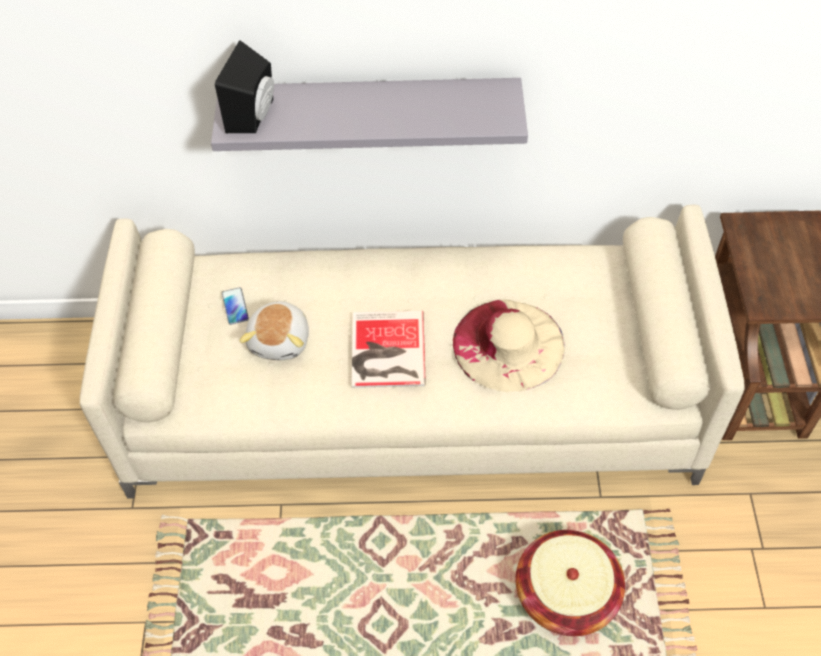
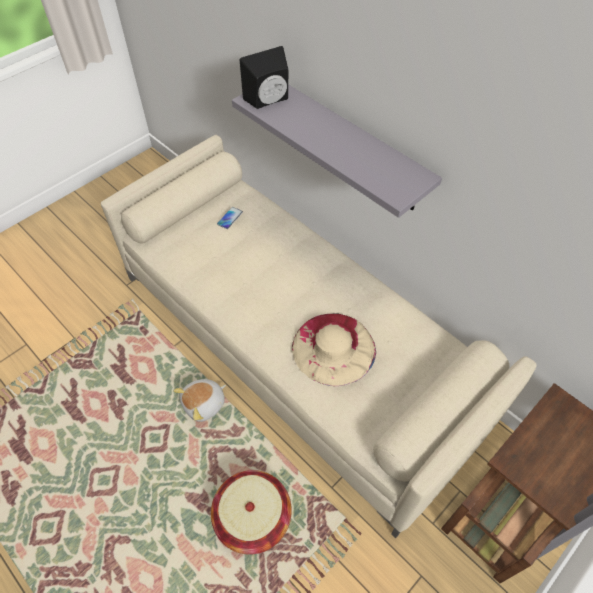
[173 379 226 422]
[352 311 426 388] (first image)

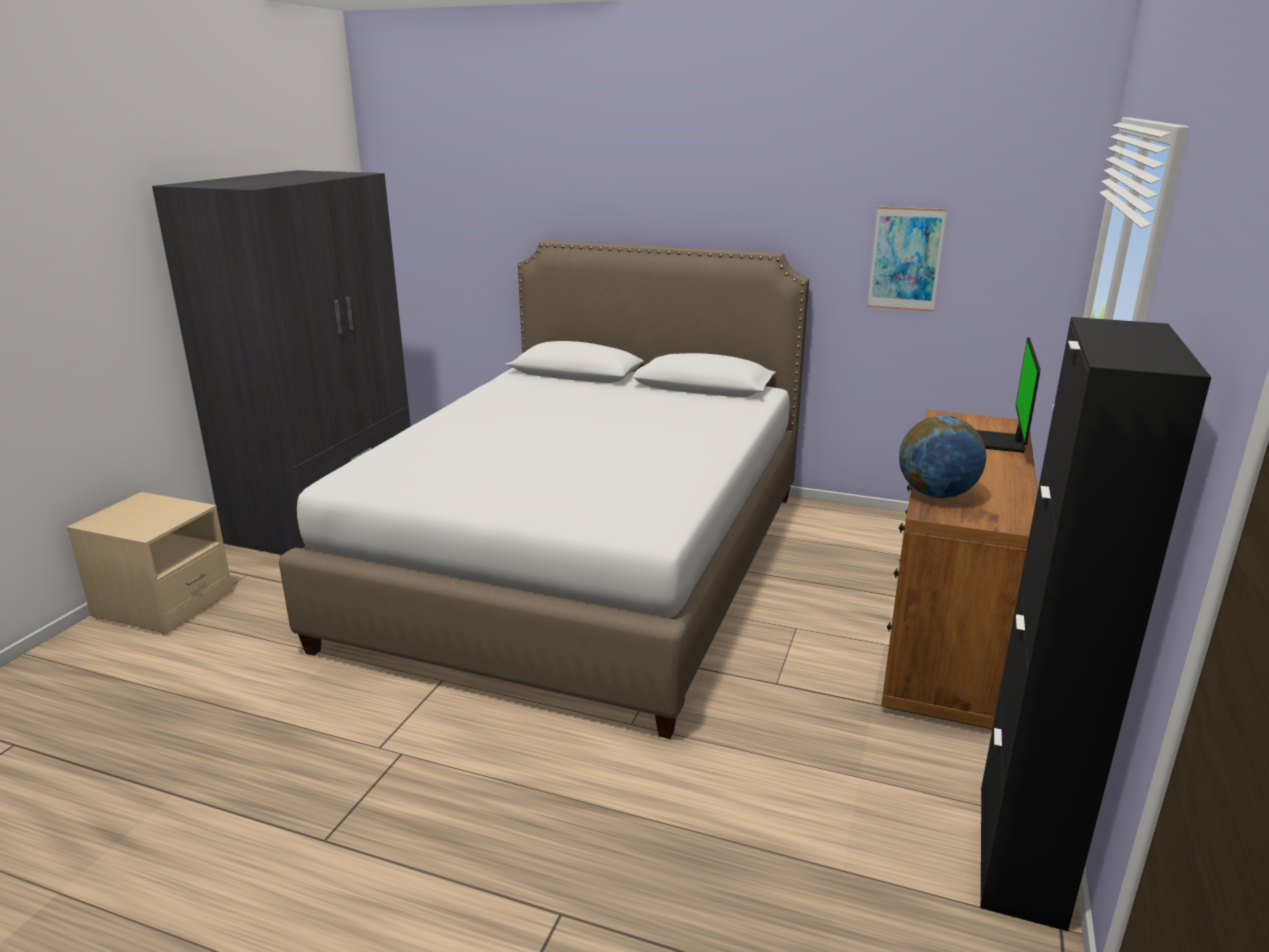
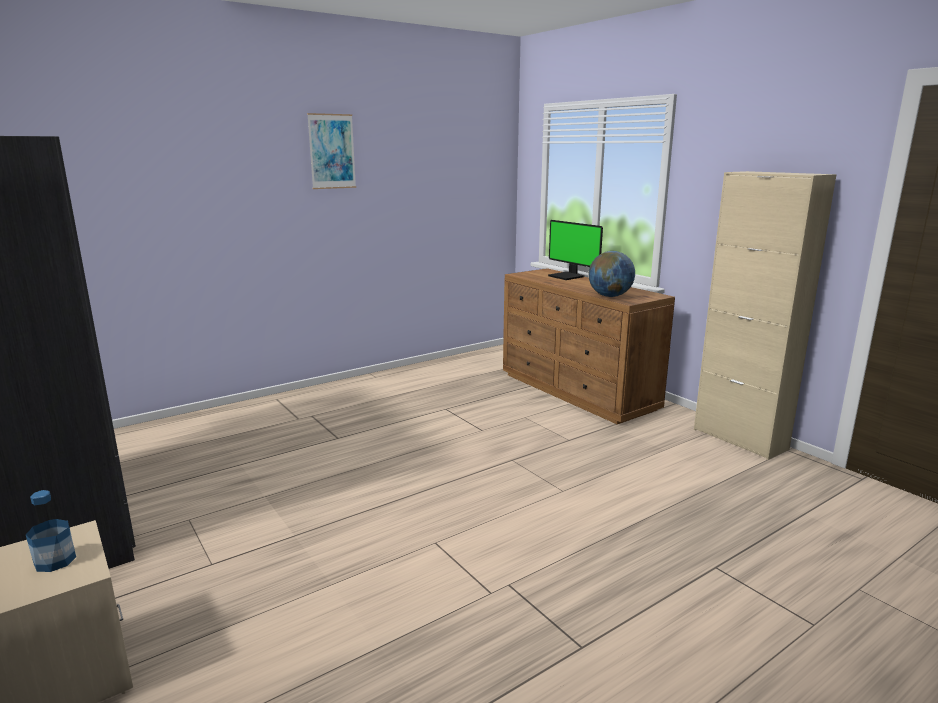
[26 490 76 572]
[307 113 356 189]
[694 171 837 460]
[279 240 809 739] (first image)

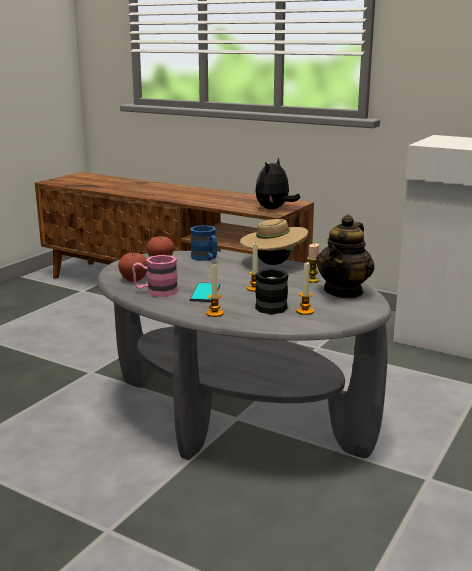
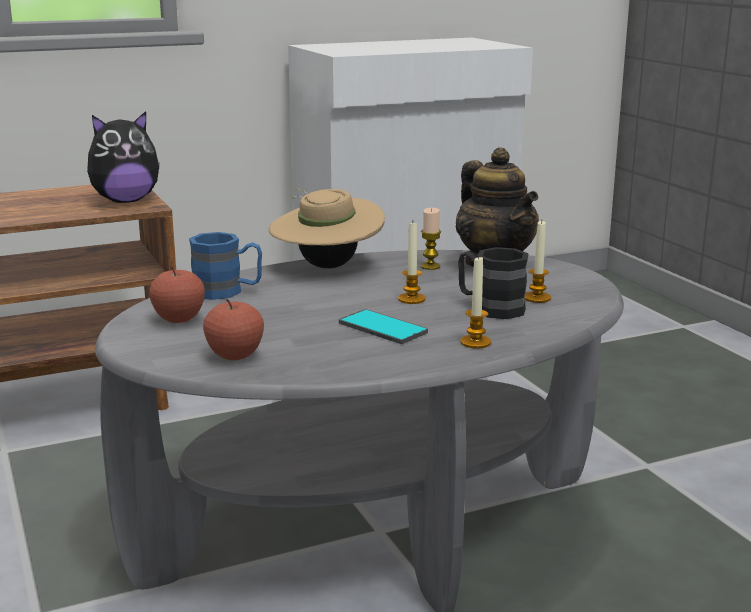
[87 111 160 203]
[132 255 178 297] (first image)

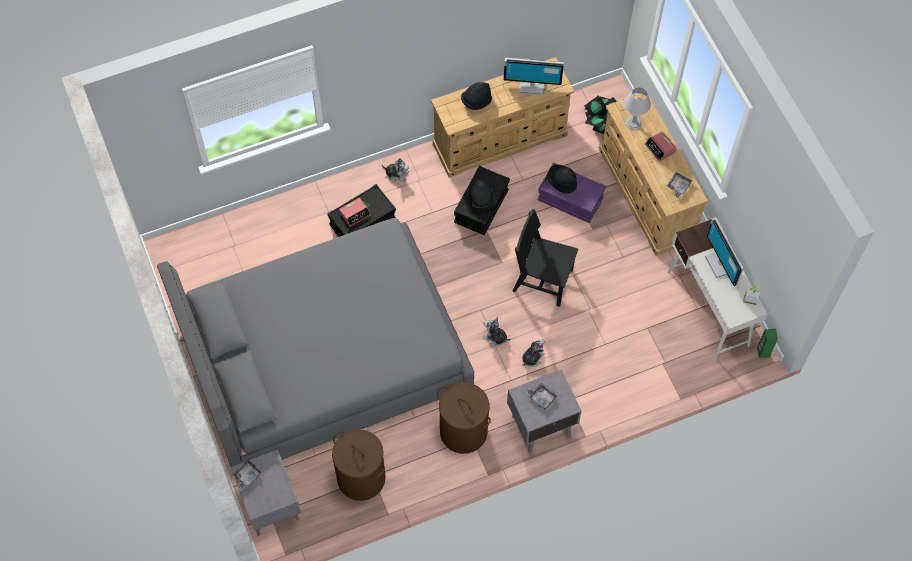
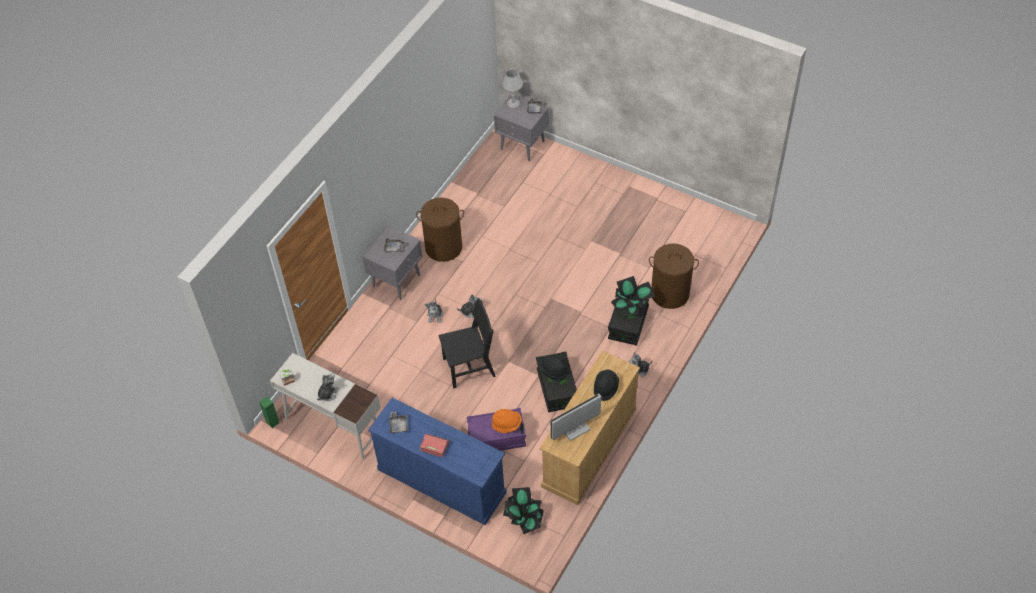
[317 373 339 401]
[368 398 507 525]
[492 409 522 433]
[502 69 523 108]
[611 276 655 315]
[649 244 699 309]
[157 218 474 467] (first image)

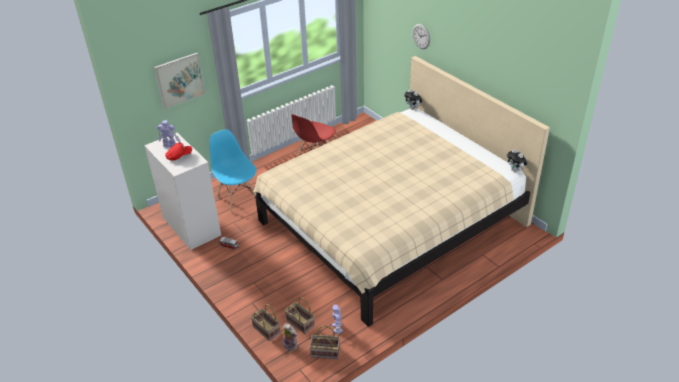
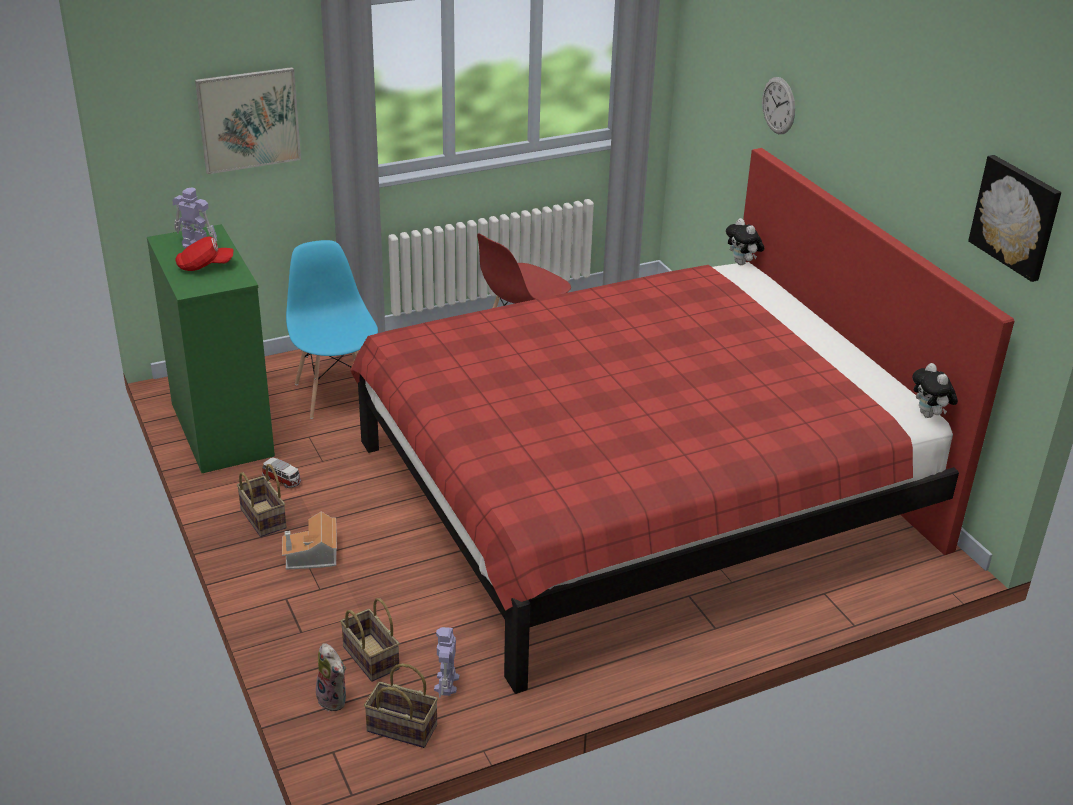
[147 224 275 473]
[237 464 287 537]
[282 512 337 570]
[350 148 1014 694]
[968 155 1062 282]

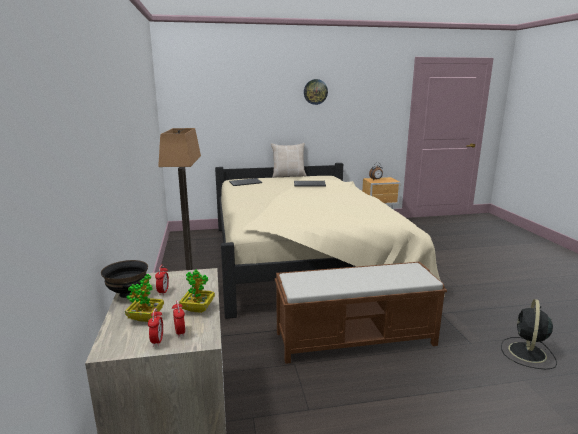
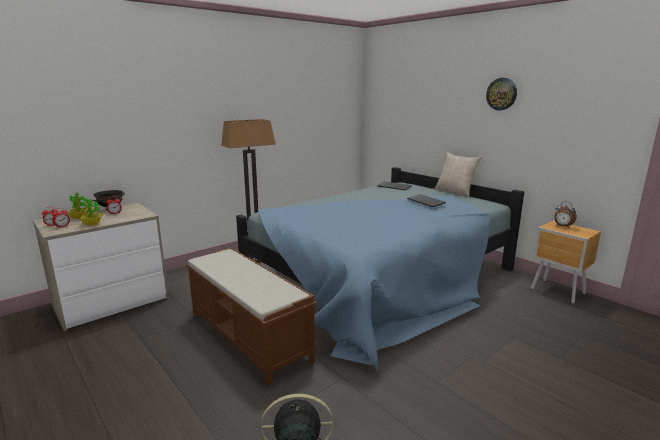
[236 167 524 370]

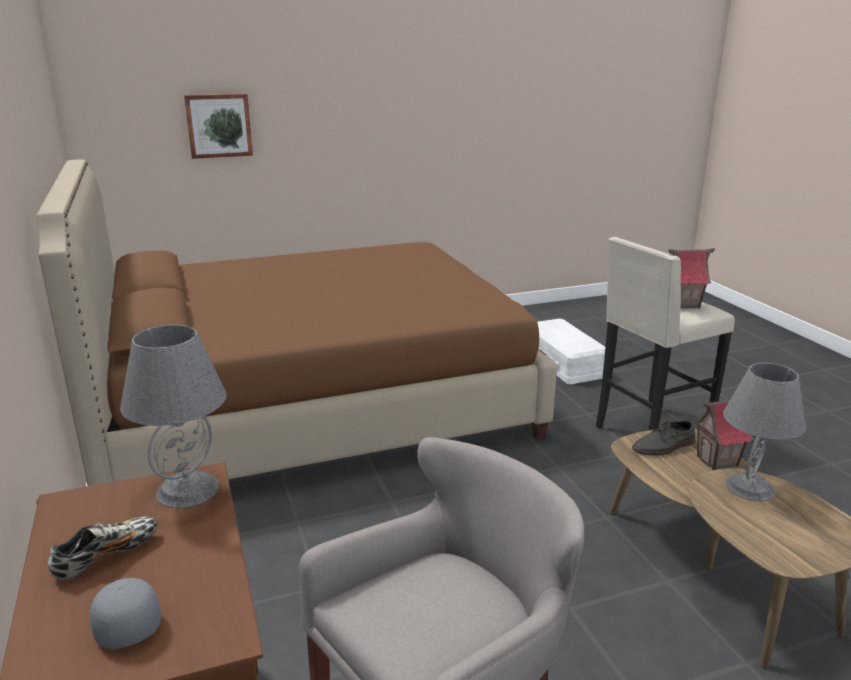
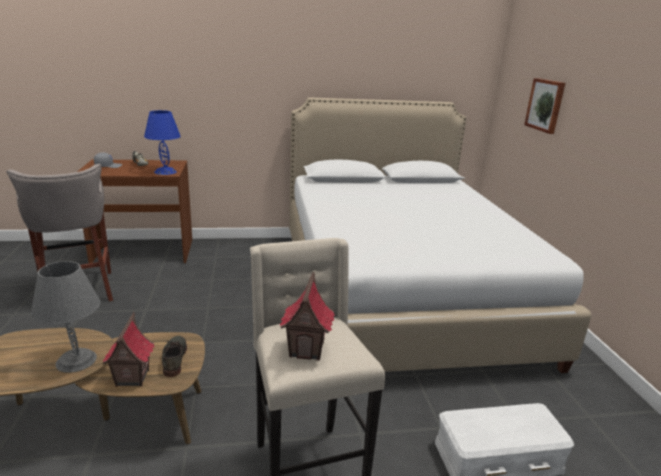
[144 110 181 175]
[289 97 591 373]

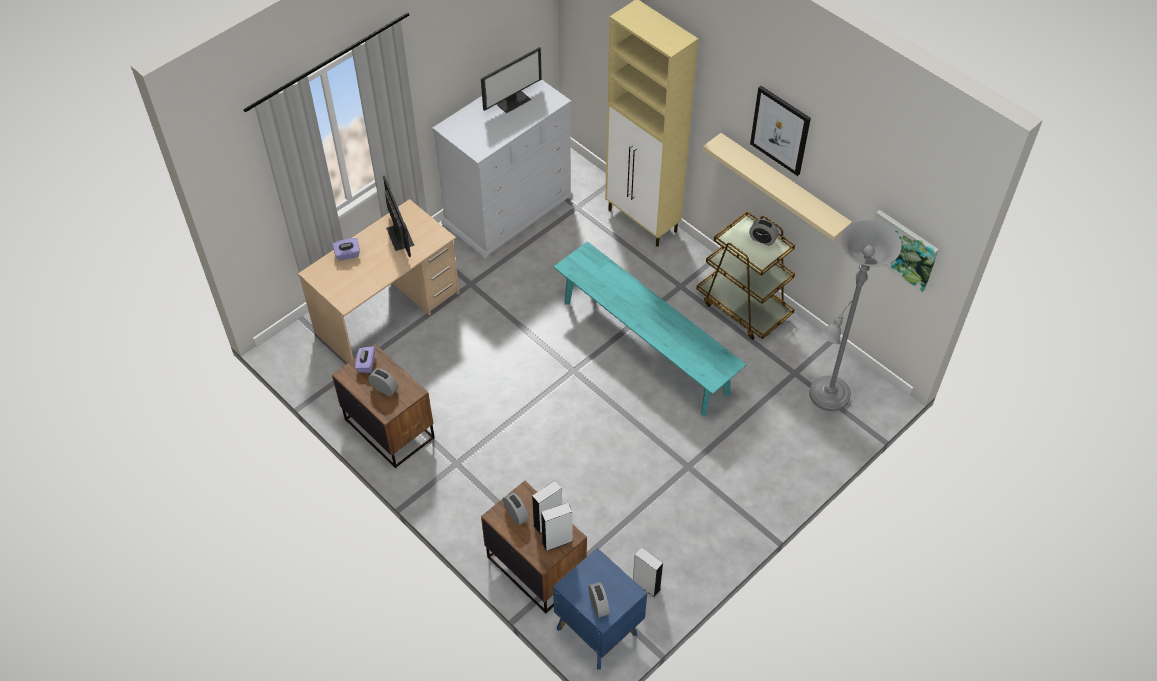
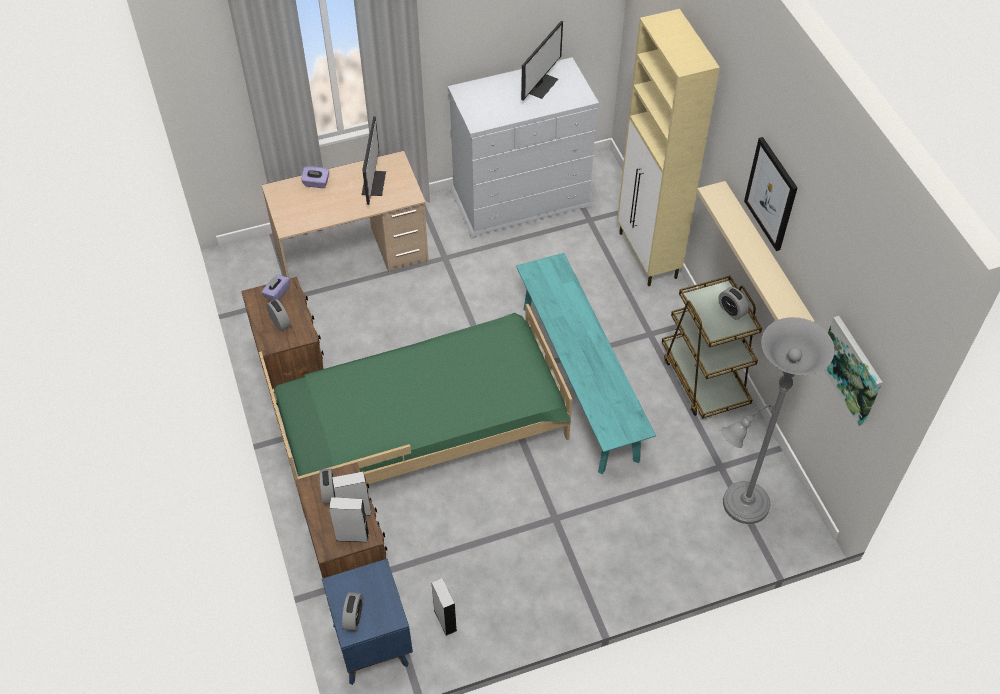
[259 304 573 517]
[521 21 563 101]

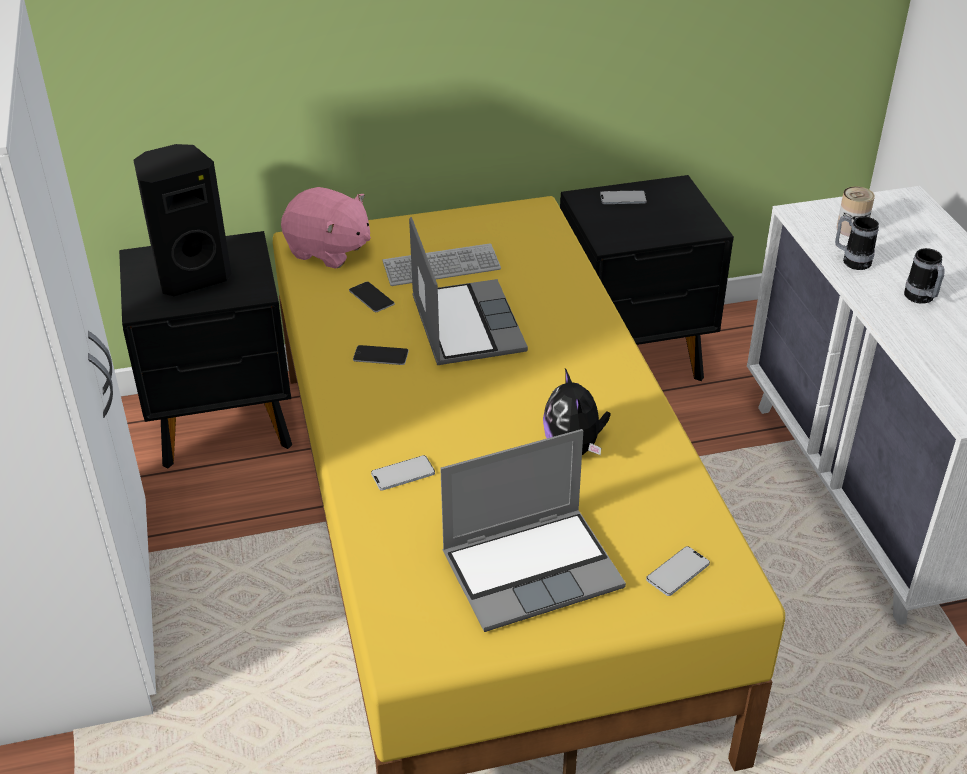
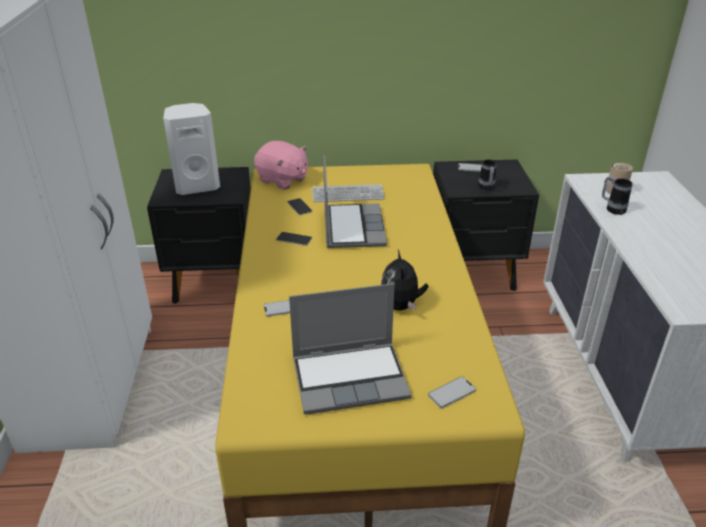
[163 103 220 195]
[478 159 496 190]

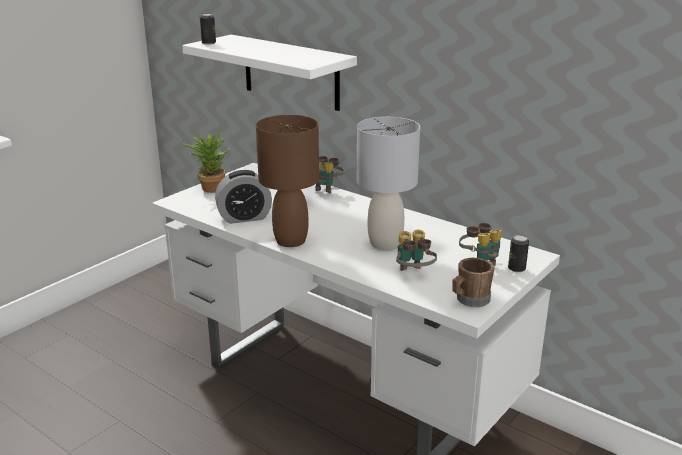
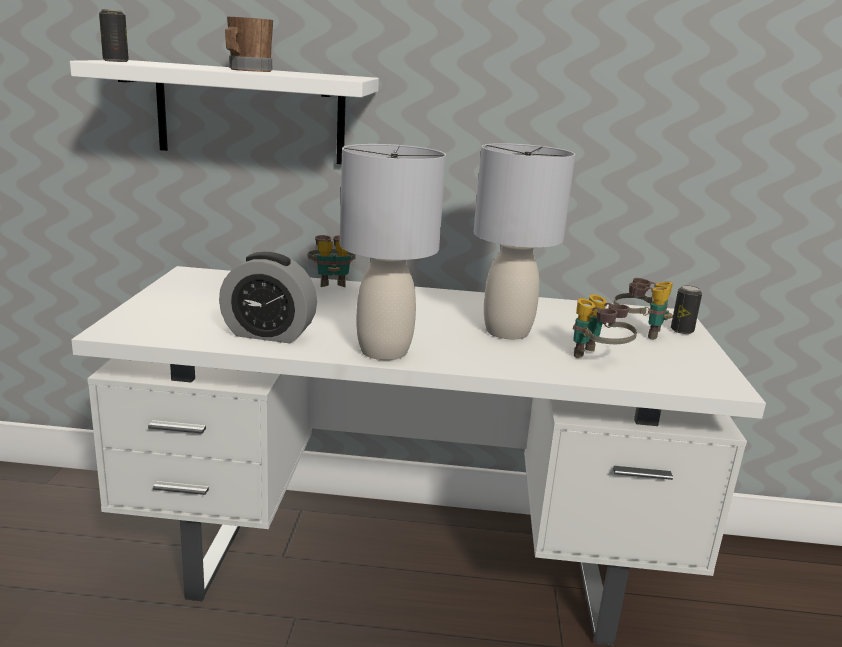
[219 252 317 343]
[225 17 273 72]
[340 144 446 360]
[183 131 230 193] (first image)

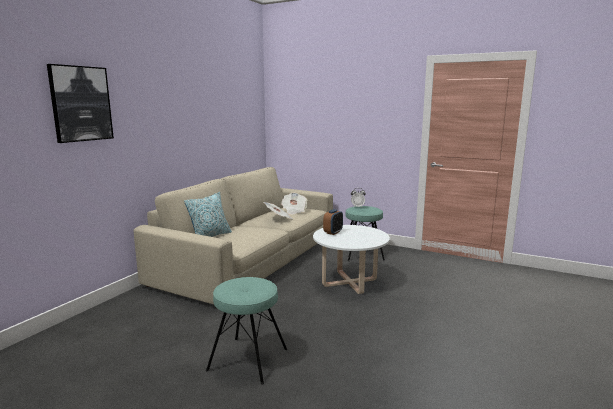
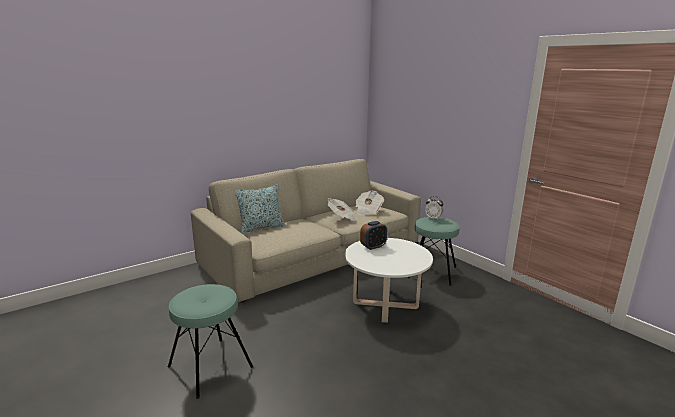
[47 64 114 143] (first image)

